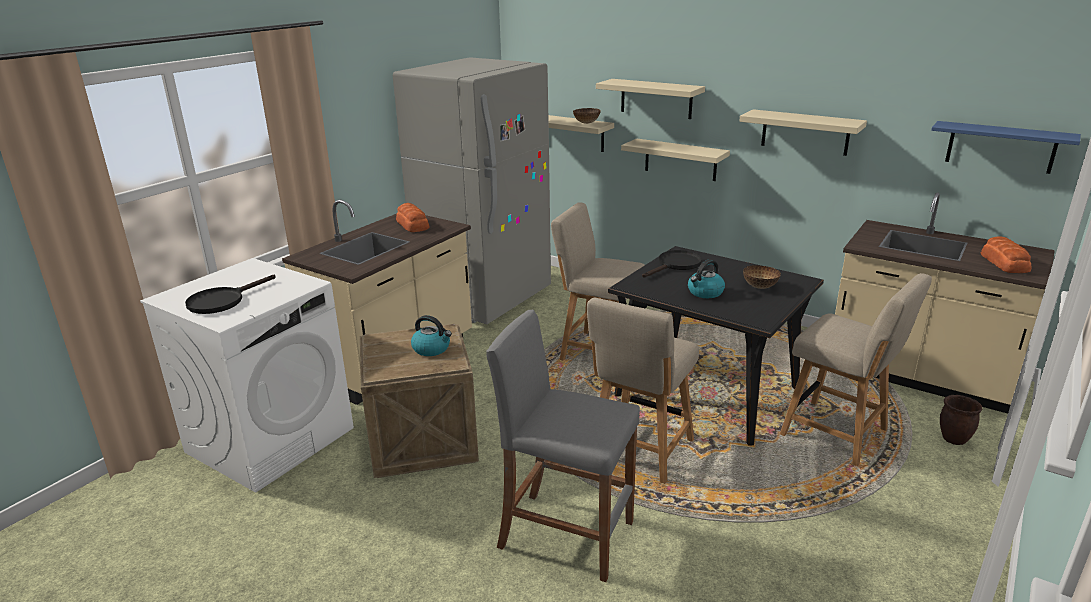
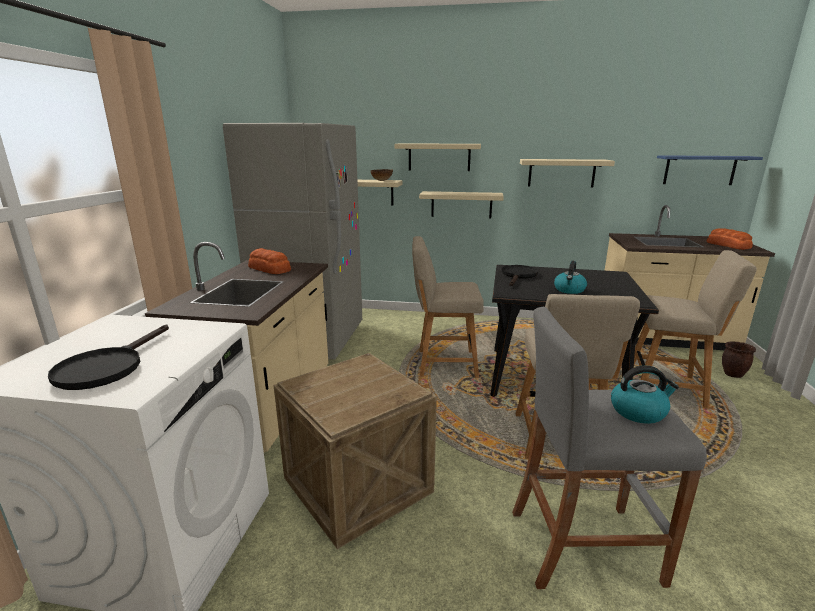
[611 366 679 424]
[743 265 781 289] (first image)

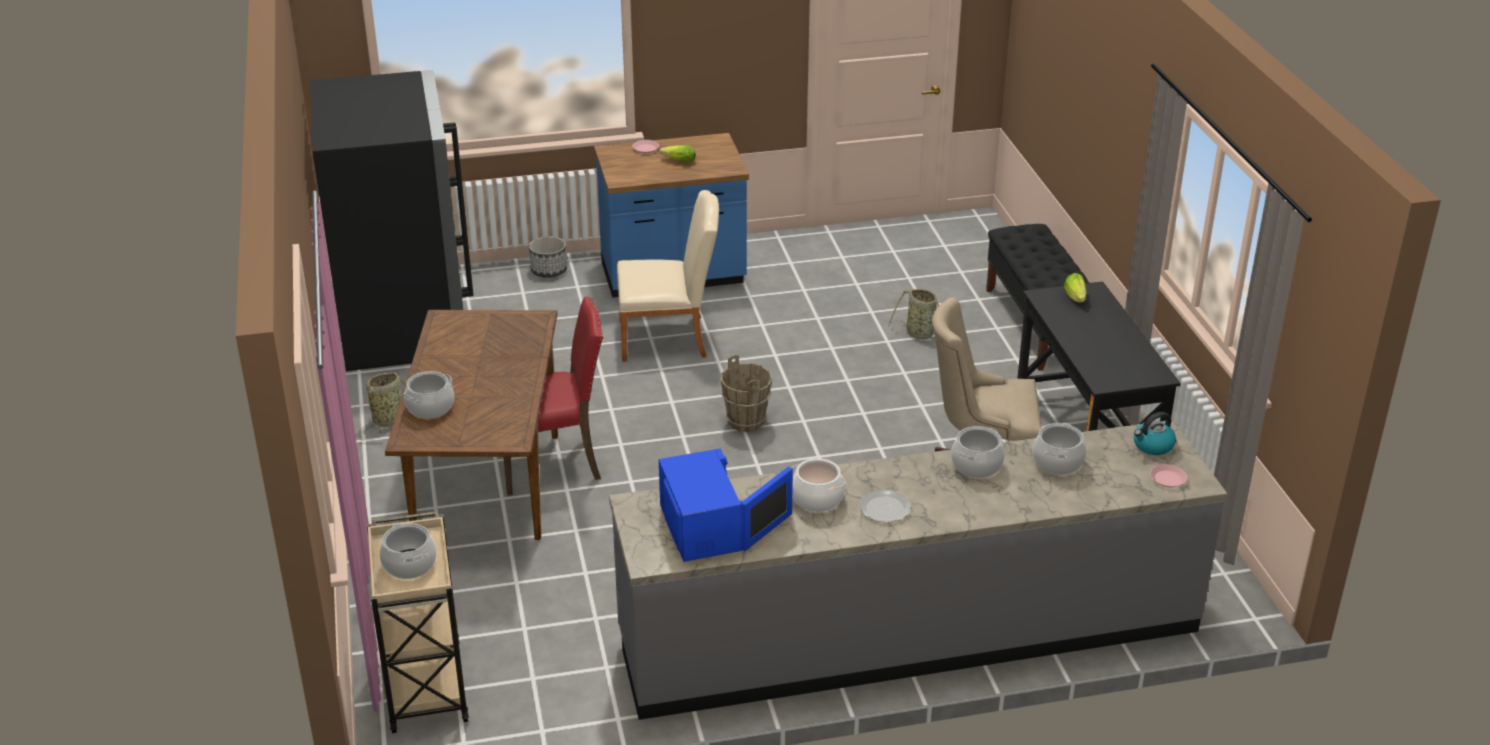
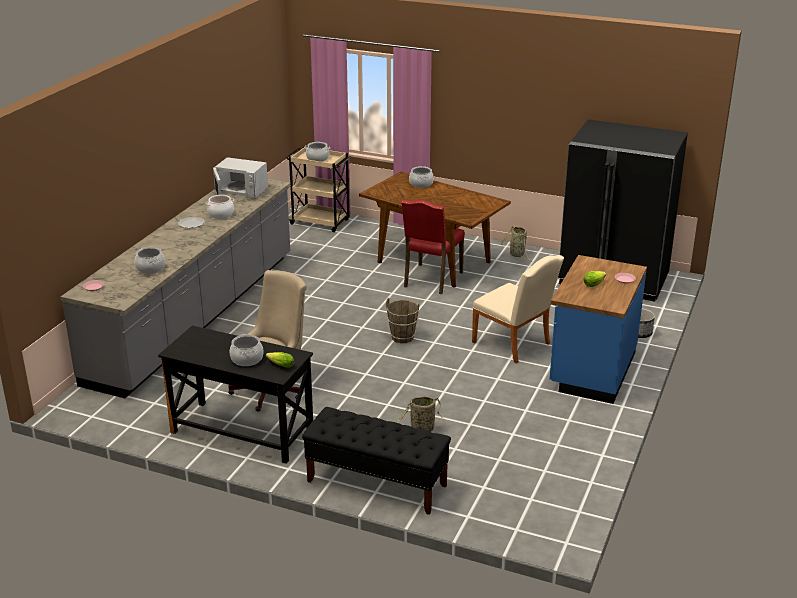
[213 157 268 199]
[230 334 264 366]
[472 255 564 364]
[1134 412 1176 455] (first image)

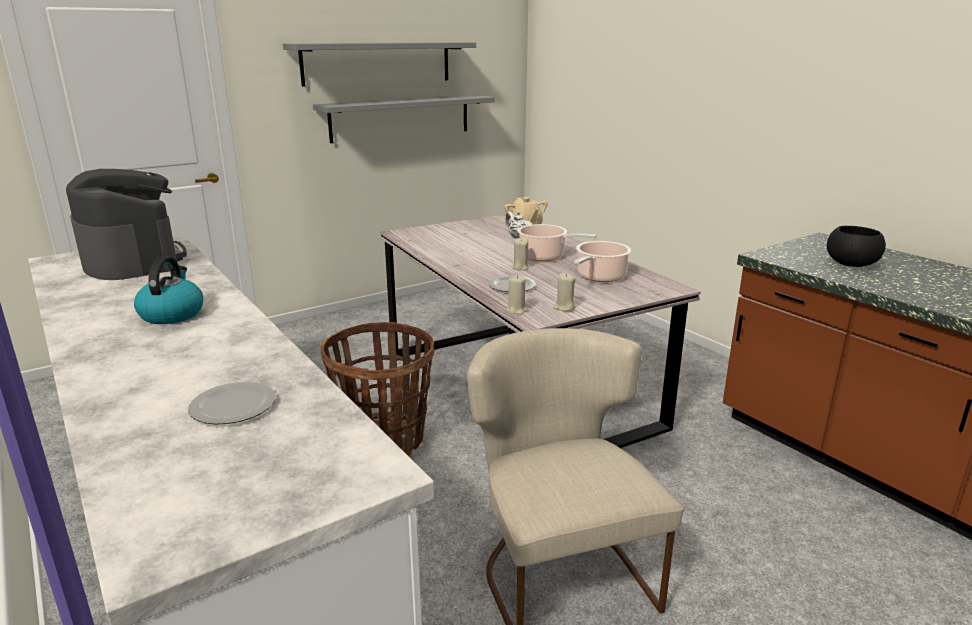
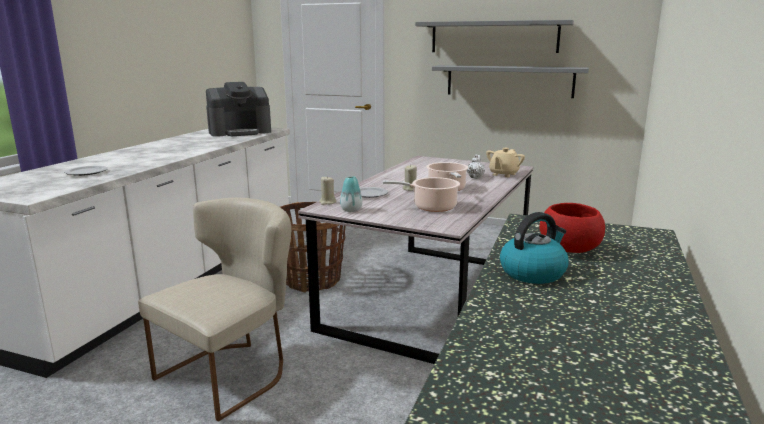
[206 82 271 137]
[340 176 363 212]
[500 212 568 284]
[540 203 605 253]

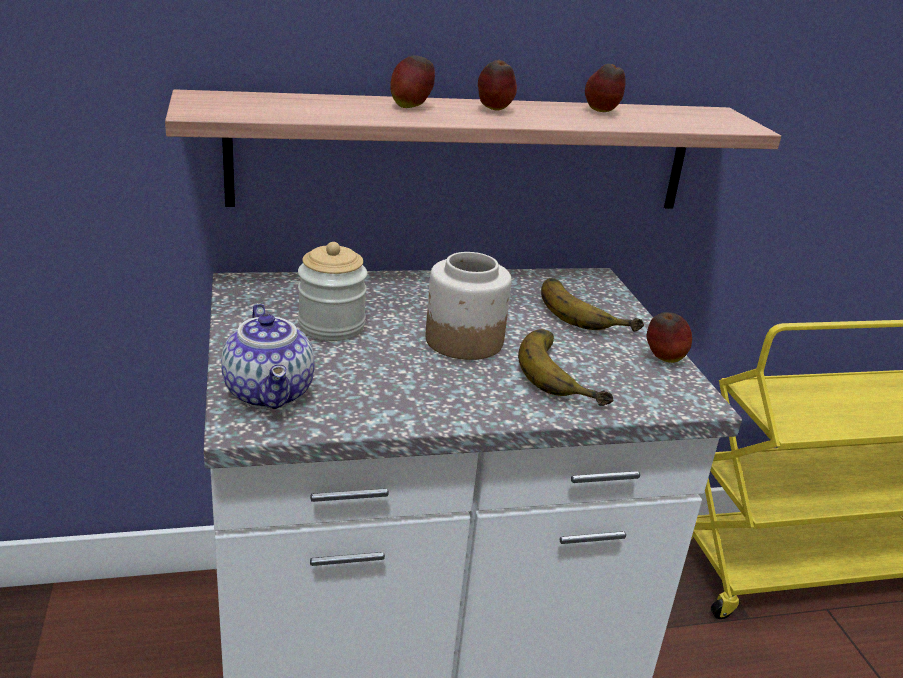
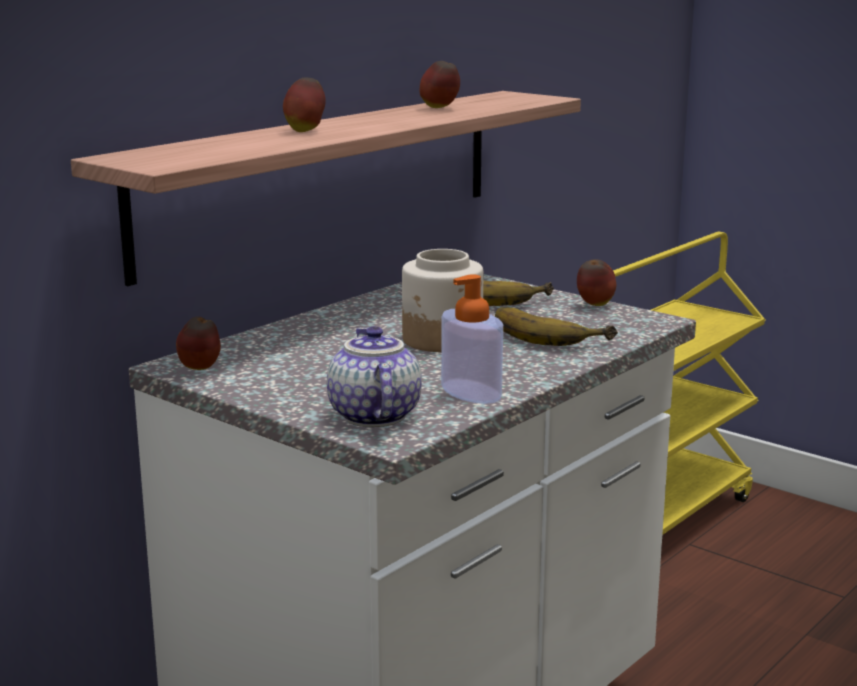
[176 316 221 370]
[327 327 422 427]
[441 274 503 404]
[298 242 367 341] (first image)

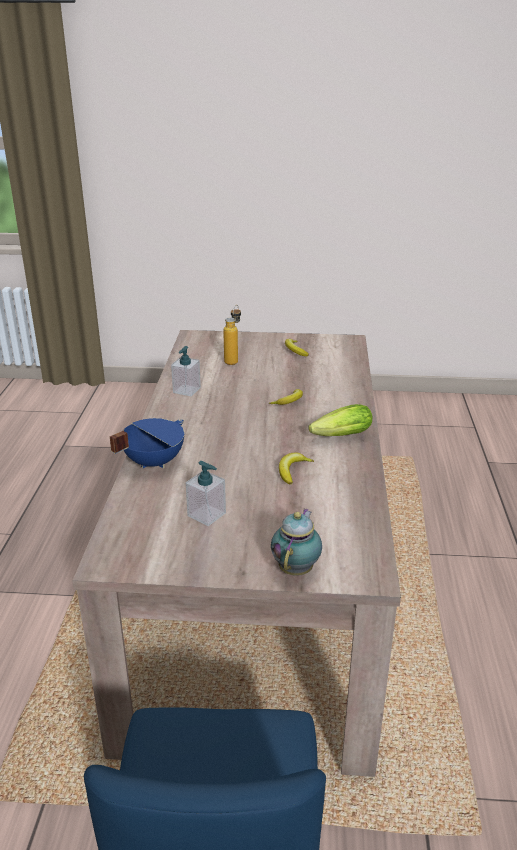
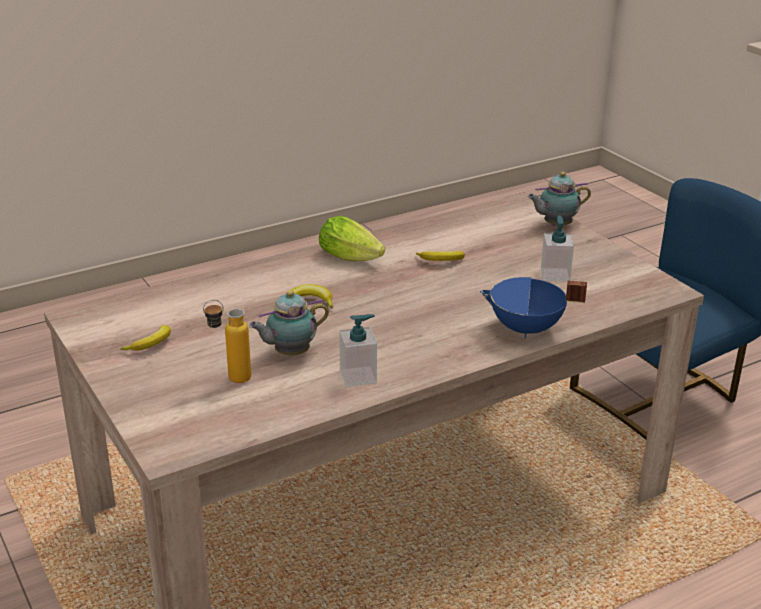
[249 290 329 355]

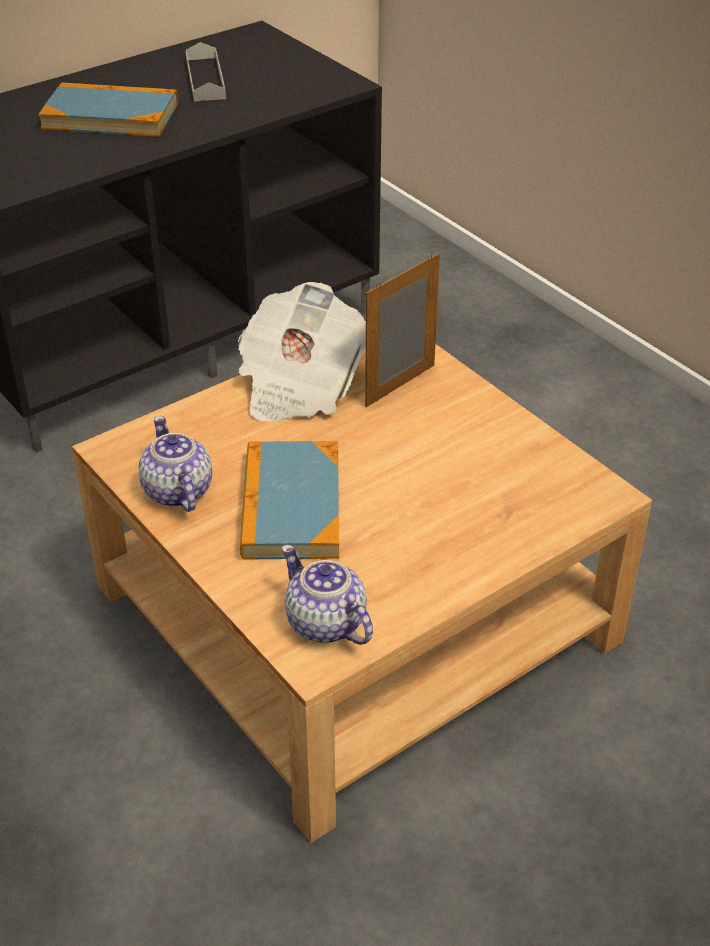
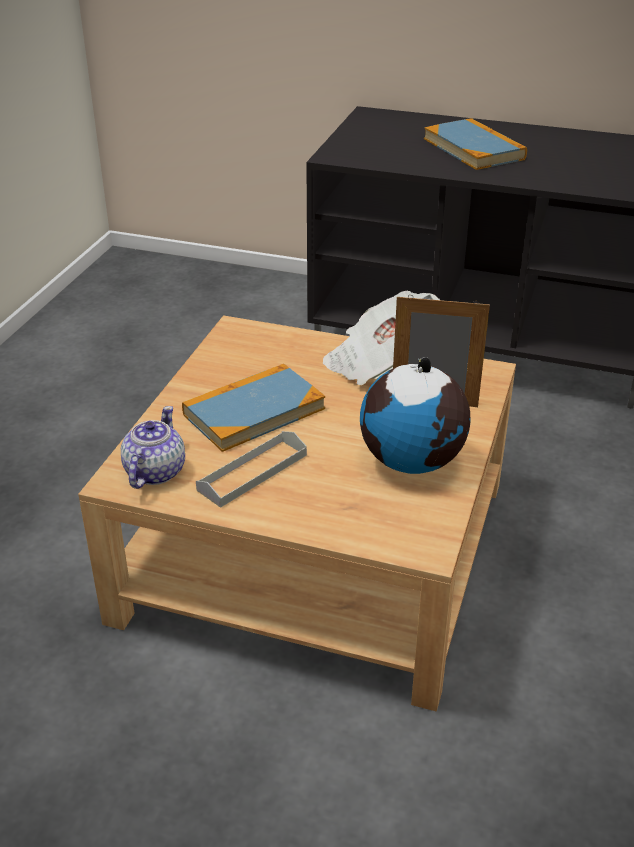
[196 431 307 508]
[360 357 470 474]
[139 416 212 512] (first image)

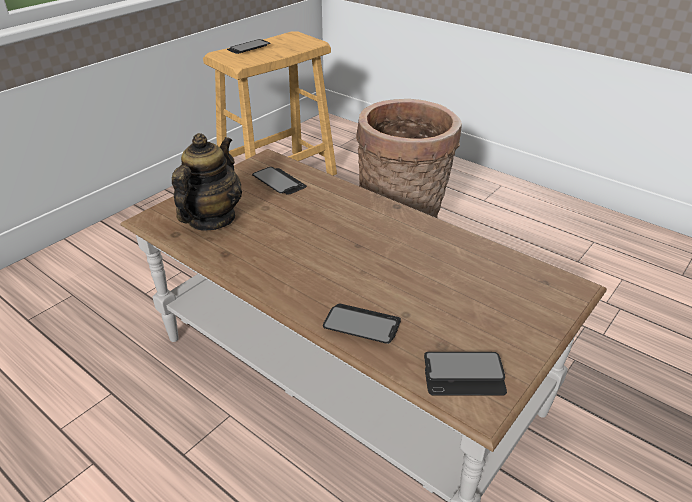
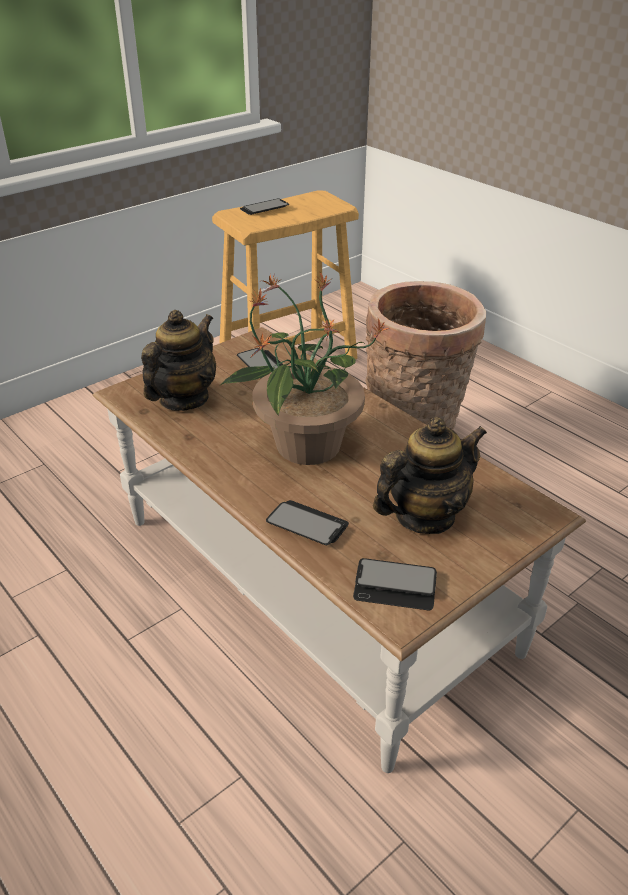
[220 271 390 465]
[373 417 487 534]

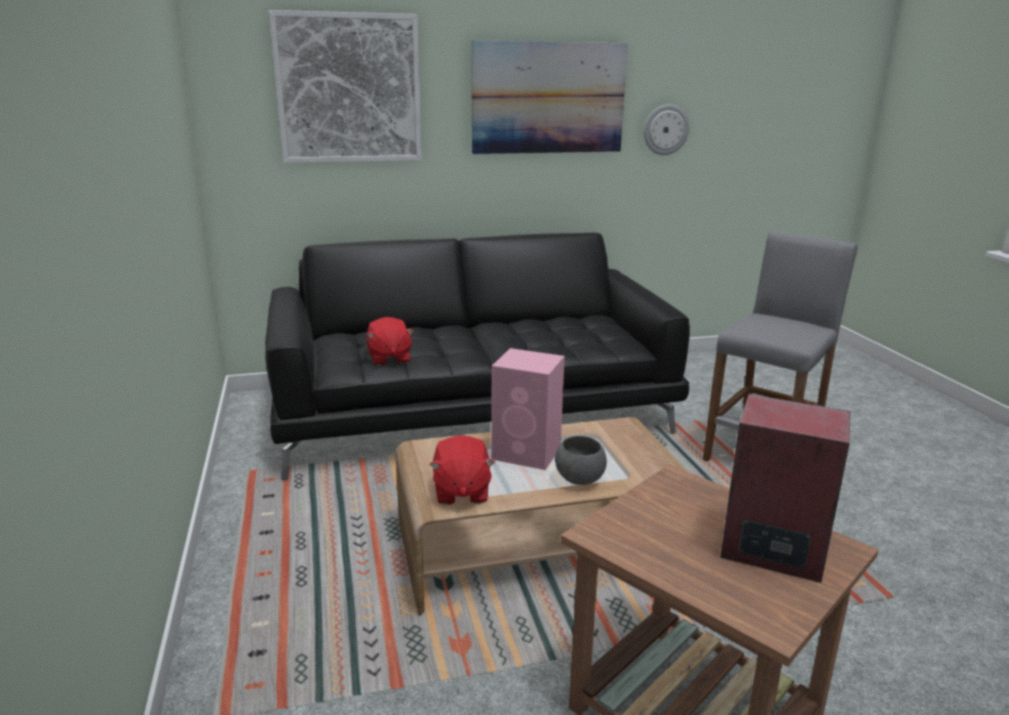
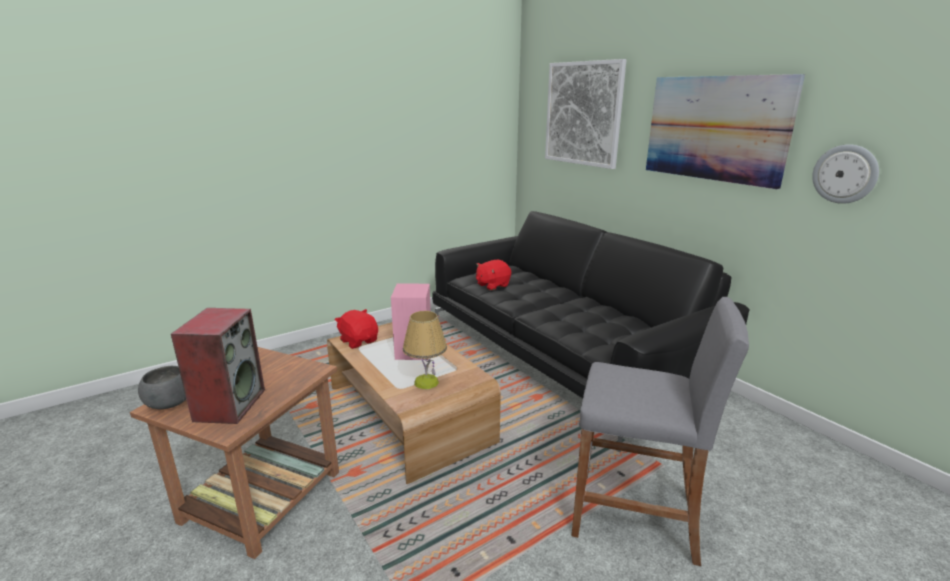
[138 366 186 409]
[334 309 378 349]
[403 311 447 389]

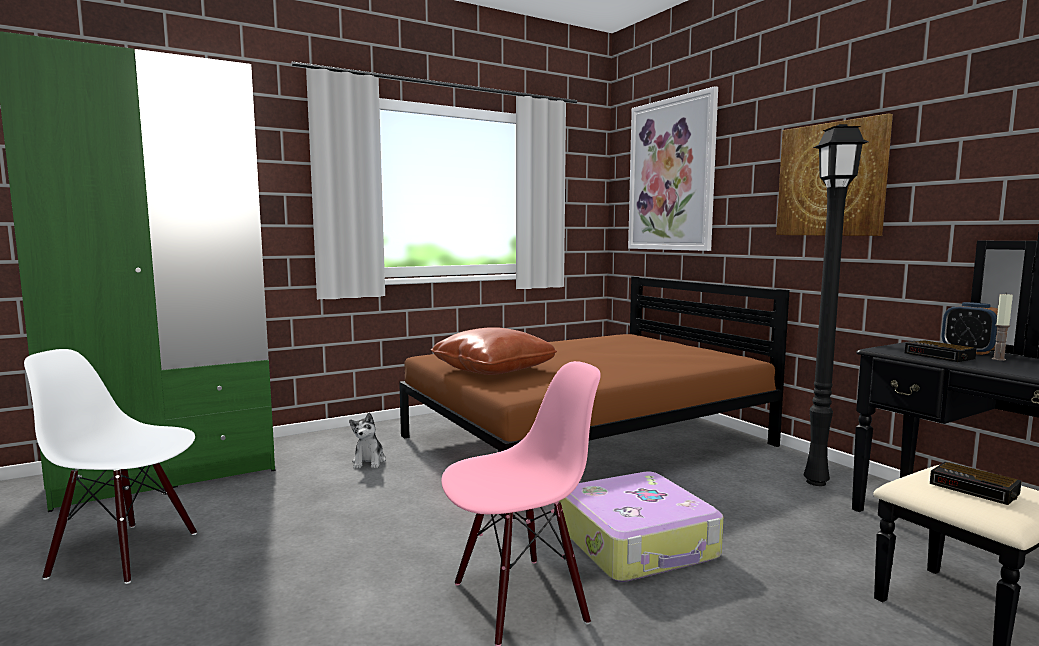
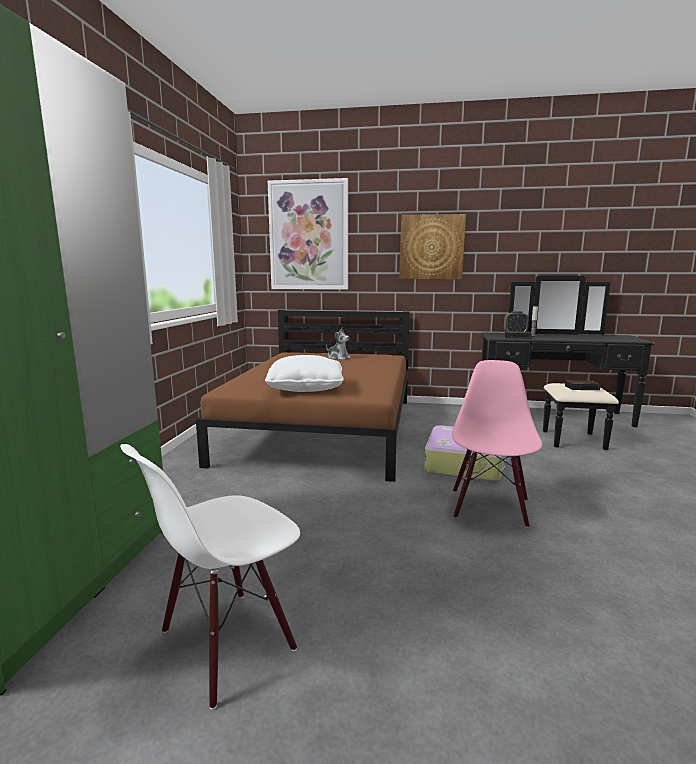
[265 355 344 392]
[326 328 351 360]
[804 124 869 486] (first image)

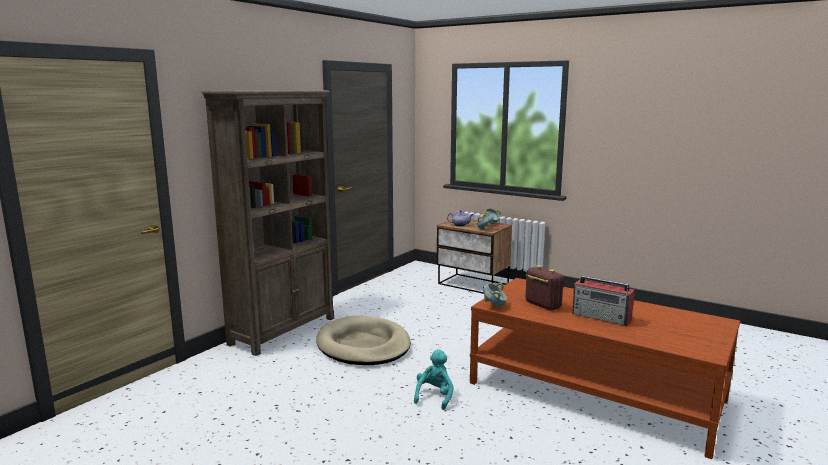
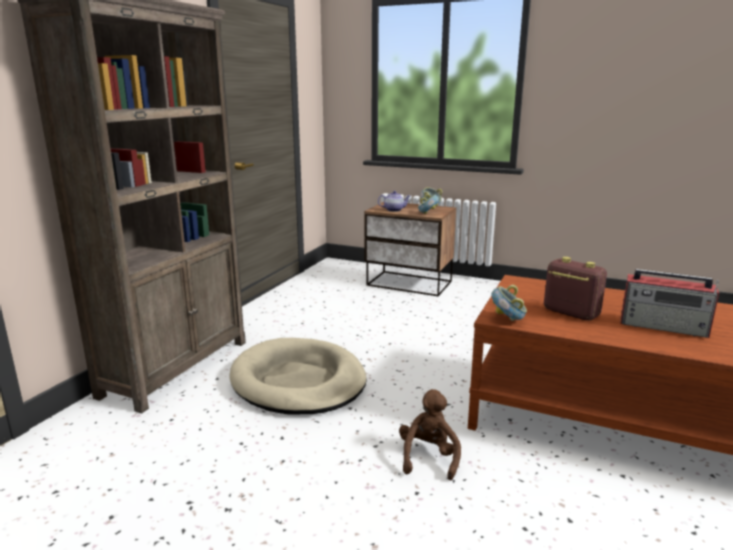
[399 389 461 480]

